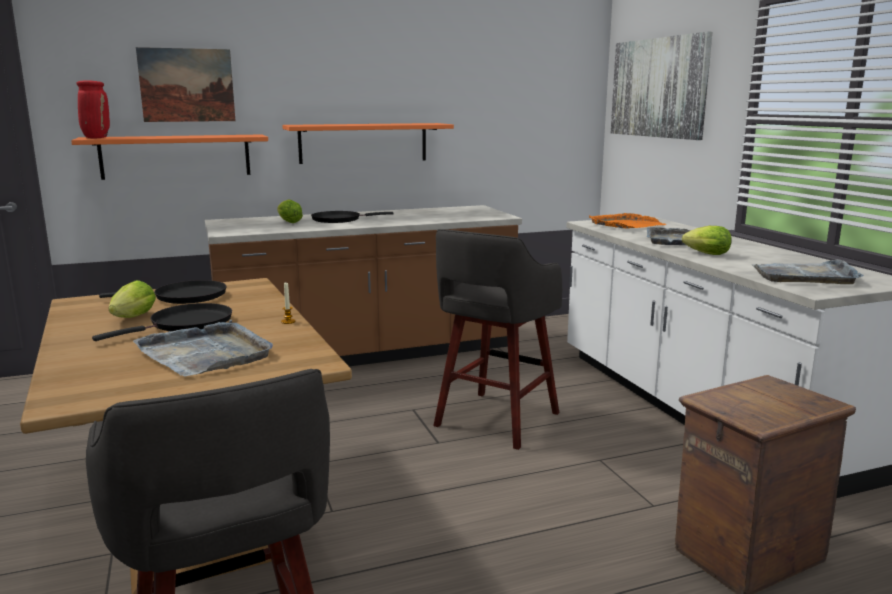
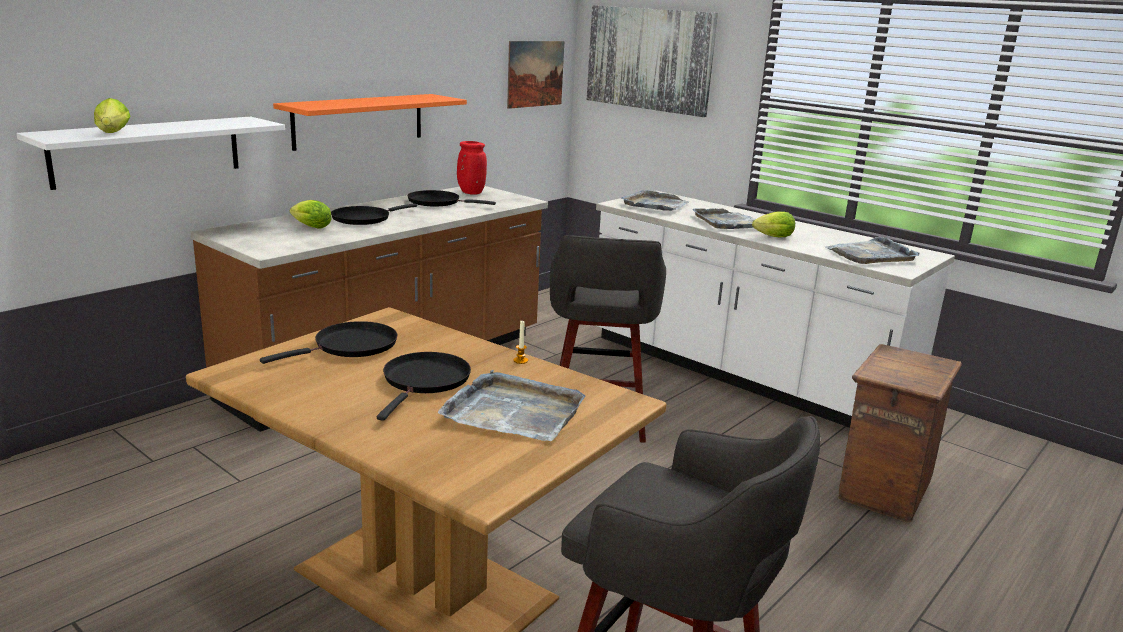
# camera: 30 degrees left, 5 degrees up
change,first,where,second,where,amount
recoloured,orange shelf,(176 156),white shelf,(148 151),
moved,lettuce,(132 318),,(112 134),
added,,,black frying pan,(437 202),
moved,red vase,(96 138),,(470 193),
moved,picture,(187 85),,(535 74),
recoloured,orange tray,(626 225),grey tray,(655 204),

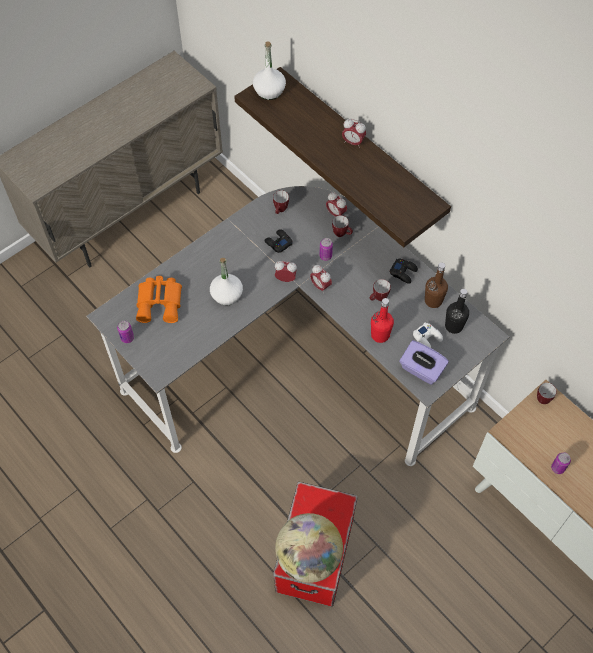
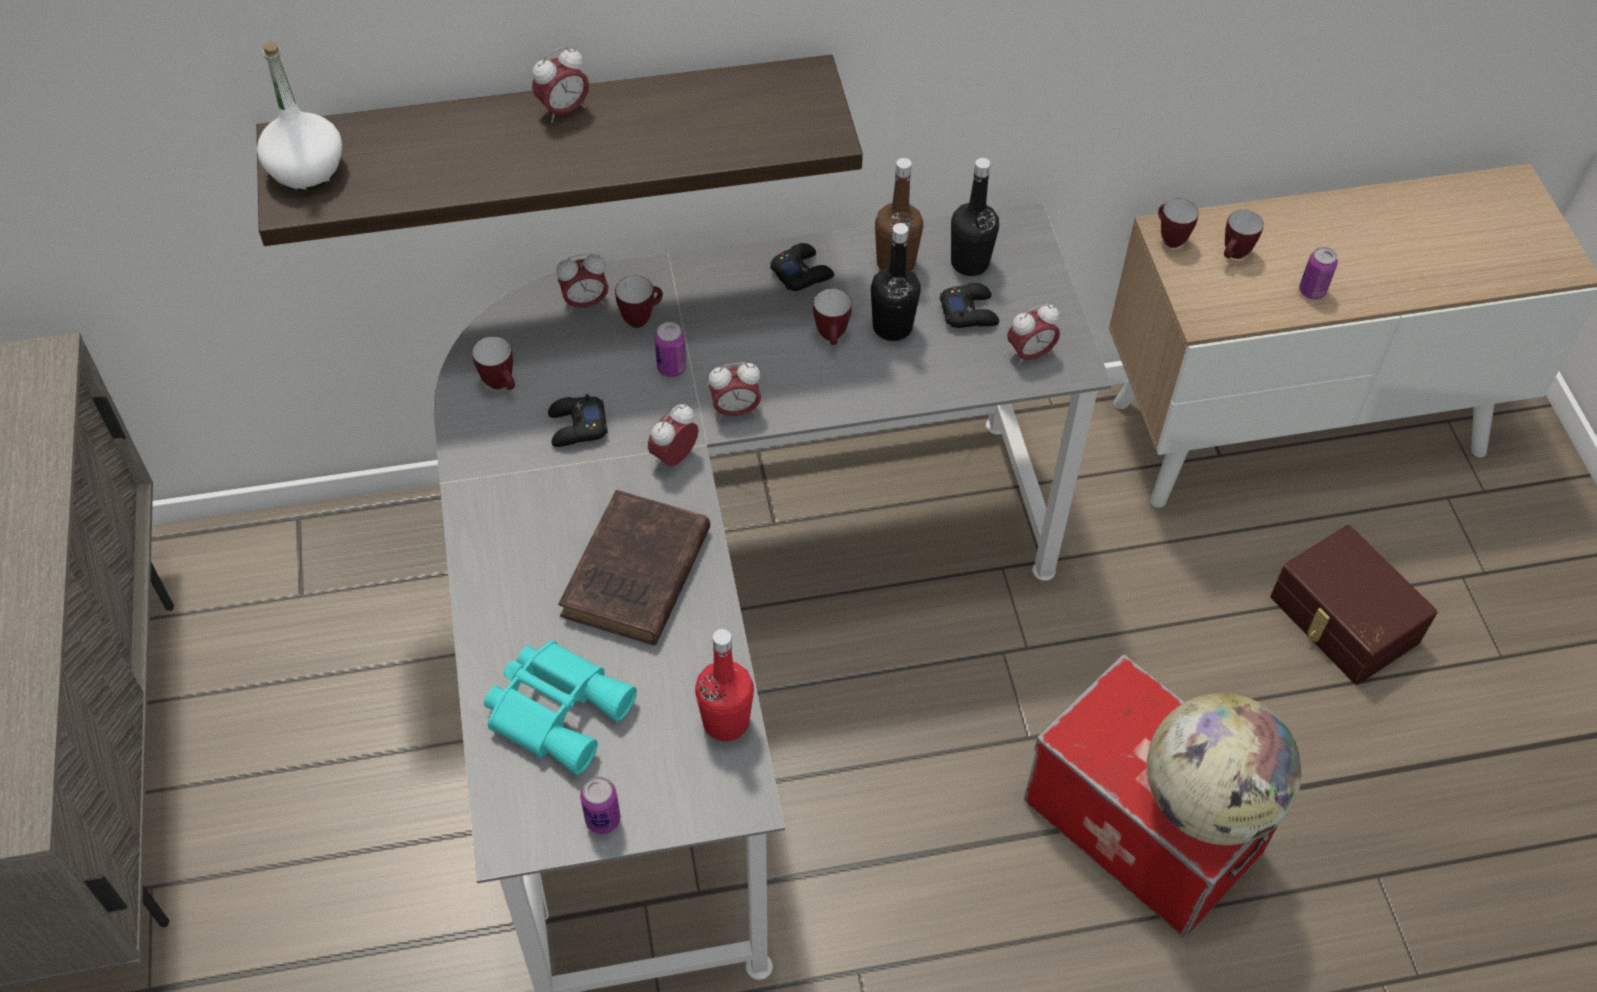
# camera: 60 degrees left, 5 degrees down
change,first,where,second,where,amount
recoloured,orange binoculars,(161 302),turquoise binoculars,(558 708),
replaced,white bottle,(226 295),brown book,(634 577),
moved,red bottle,(380 335),,(726 721),
added,,,black bottle,(892 327),
recoloured,white game controller,(427 338),black game controller,(969 312),
replaced,purple tissue box,(421 370),alarm clock,(1030 354),
added,,,mug,(1234 256),
added,,,brown storage box,(1342 621),

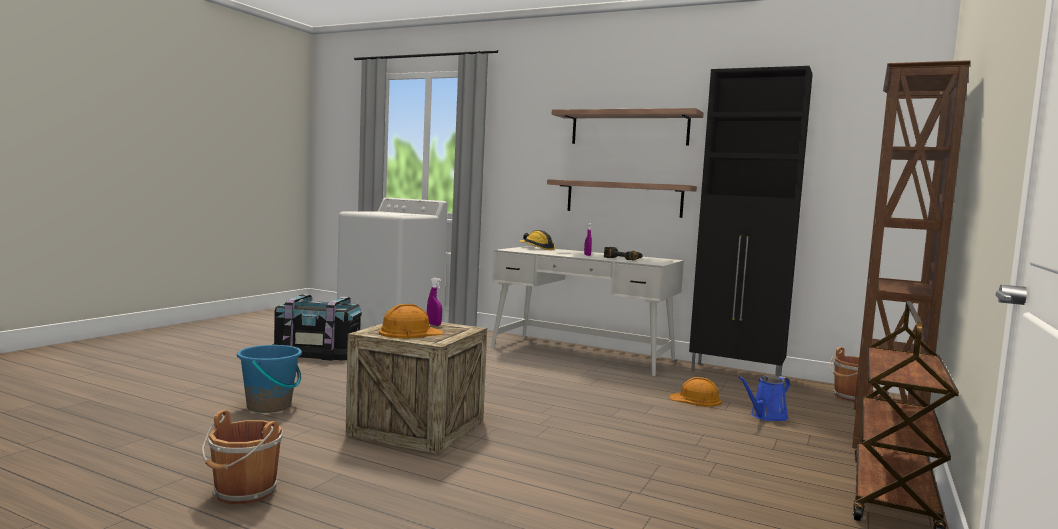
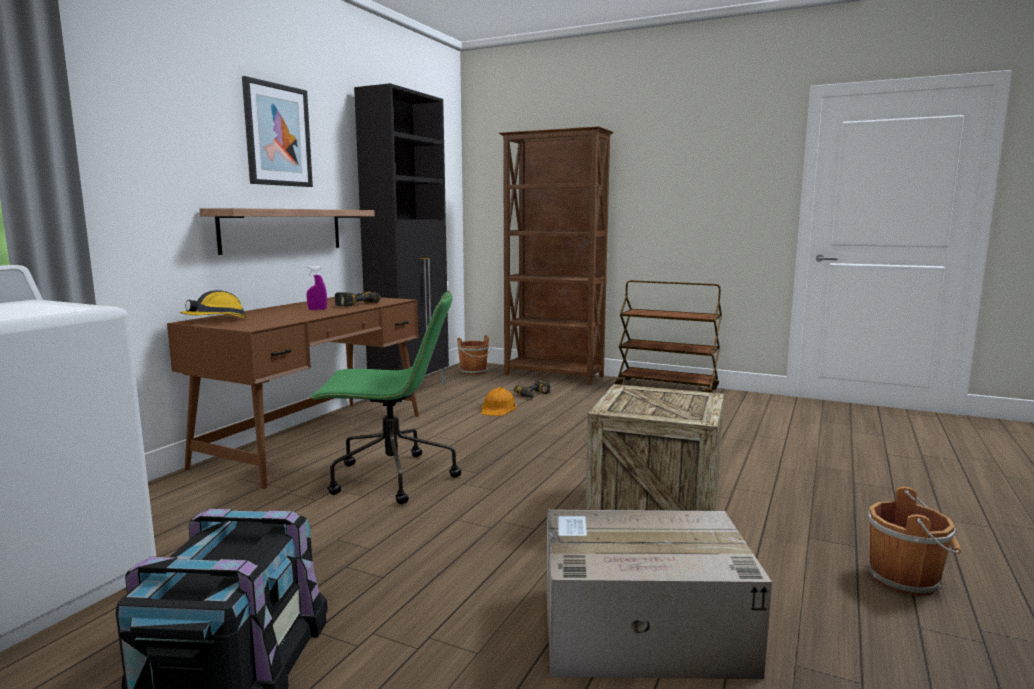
# camera: 90 degrees left, 5 degrees up
change,first,where,second,where,amount
recoloured,white desk,(582 354),brown desk,(316 439),
replaced,shelf,(629 128),picture,(277 135),
added,,,green office chair,(390 478),
replaced,blue watering can,(766 416),power drill,(535 395),
replaced,blue bucket,(269 406),cardboard box,(640 630),
removed,orange hard hat,(410 332),,,
removed,purple spray bottle,(434 324),,,

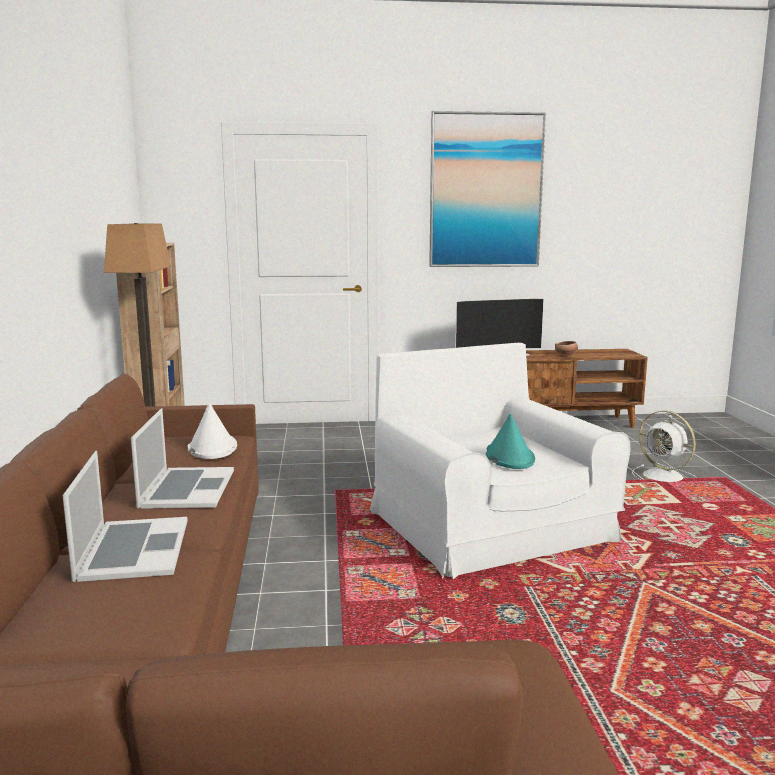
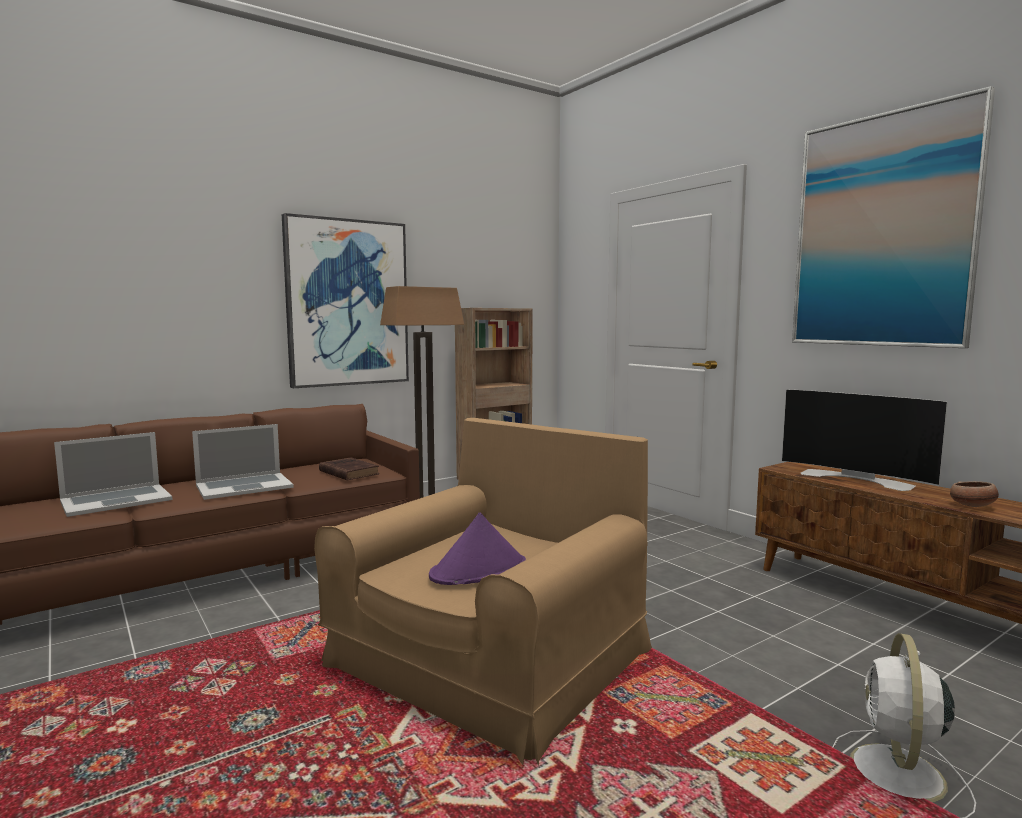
# camera: 60 degrees right, 5 degrees down
change,first,where,second,where,amount
added,,,picture,(347 303),
recoloured,white armchair,(489 526),brown armchair,(490 657),
replaced,white hat,(212 447),brown book,(348 472),
recoloured,turquoise hat,(509 457),purple hat,(479 570),

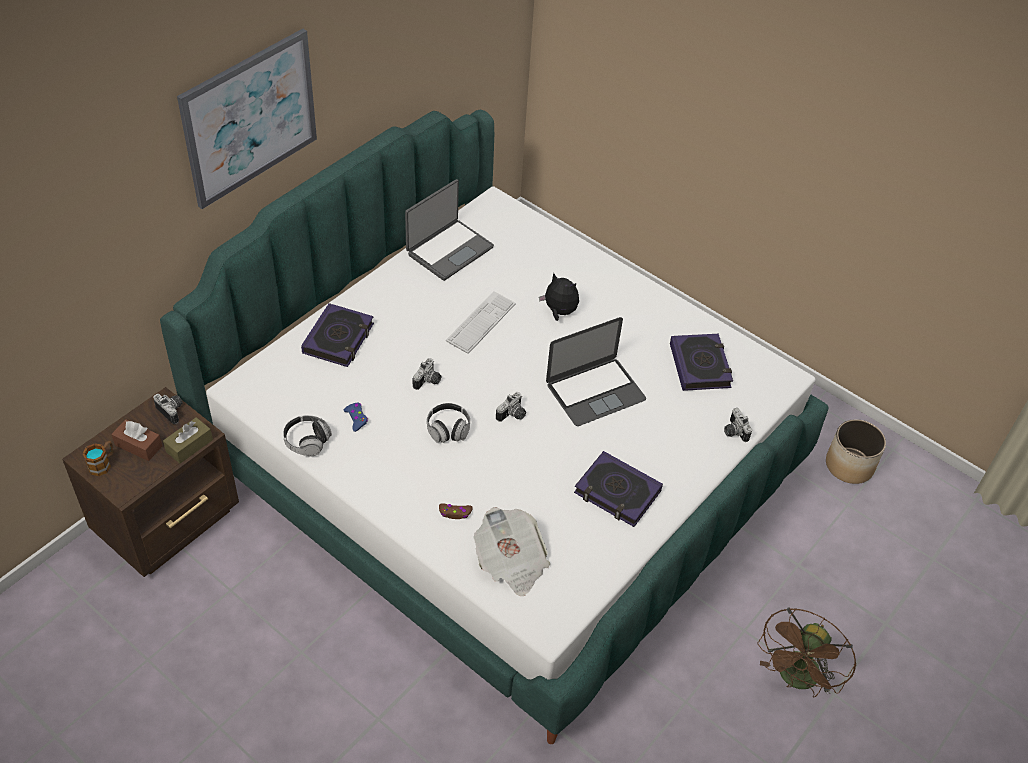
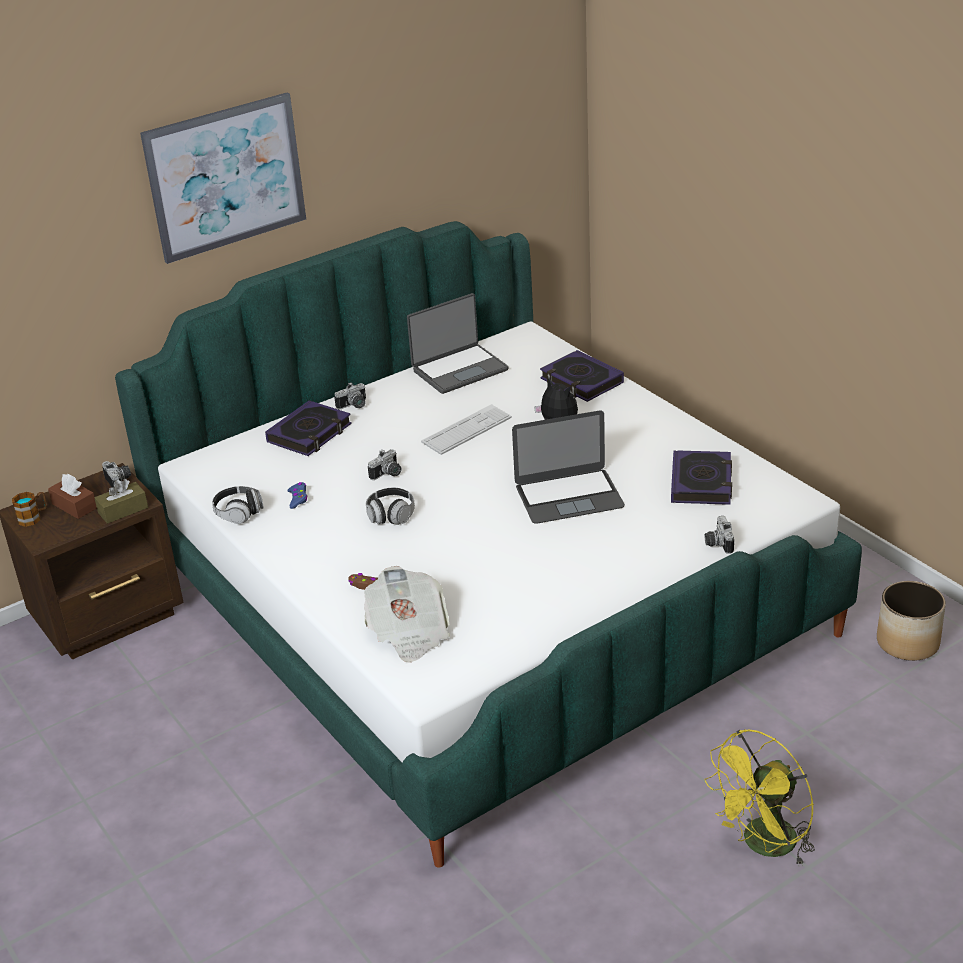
# camera: 20 degrees right, 15 degrees down
change,first,where,second,where,amount
moved,photo camera,(513 415),,(354 406),
moved,book,(617 493),,(581 381),
recoloured,brown fan,(796 679),yellow fan,(763 846),

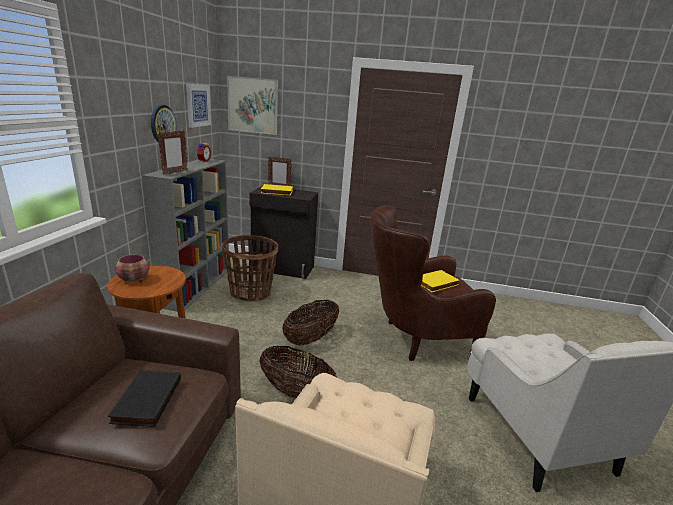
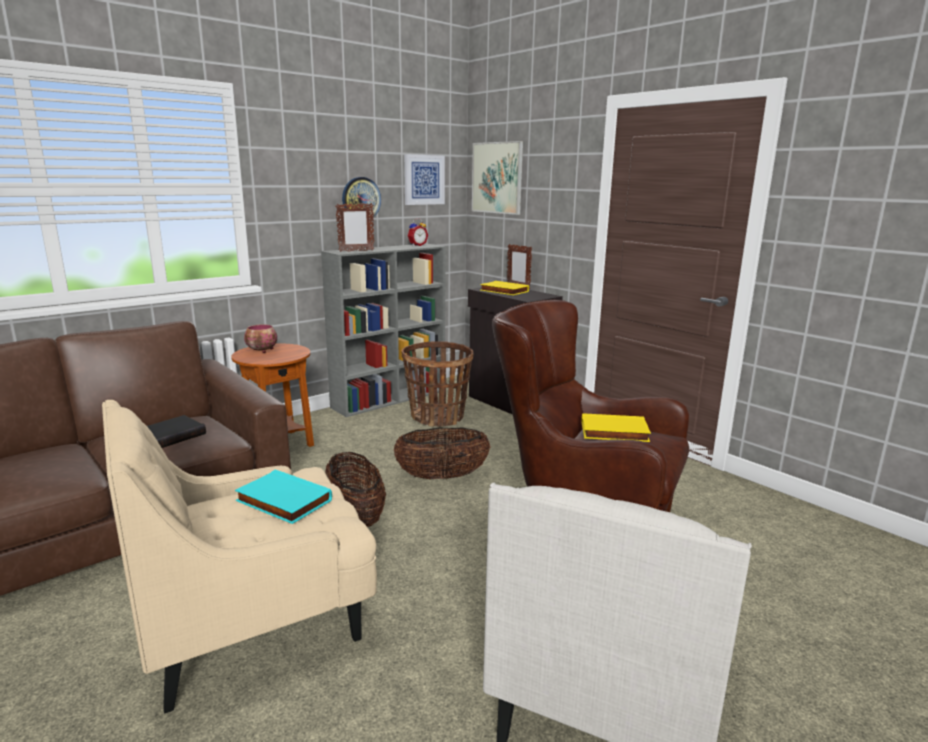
# camera: 40 degrees right, 5 degrees down
change,first,where,second,where,amount
added,,,turquoise book,(282 501),

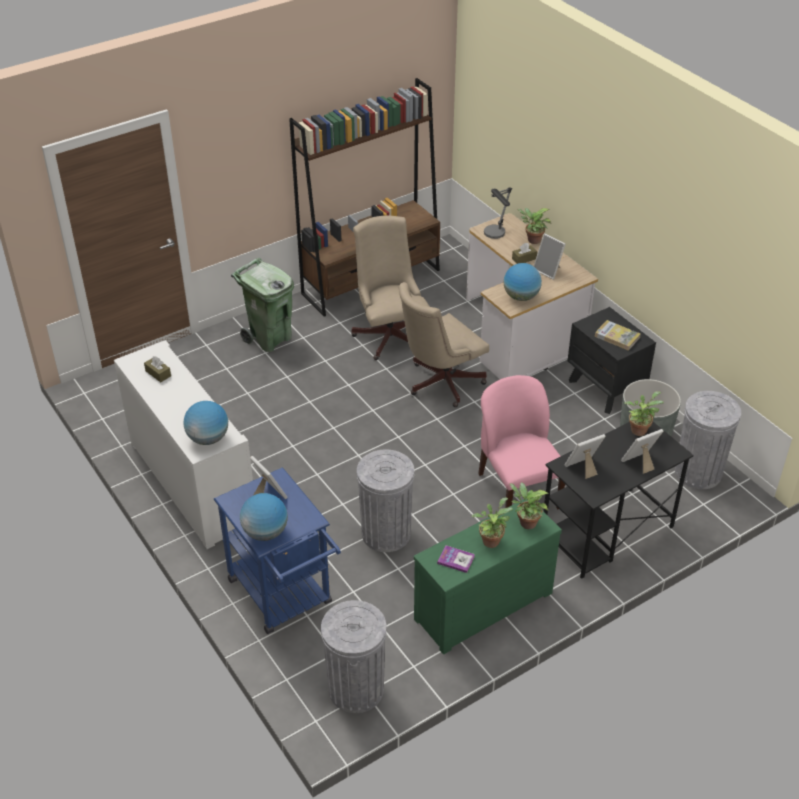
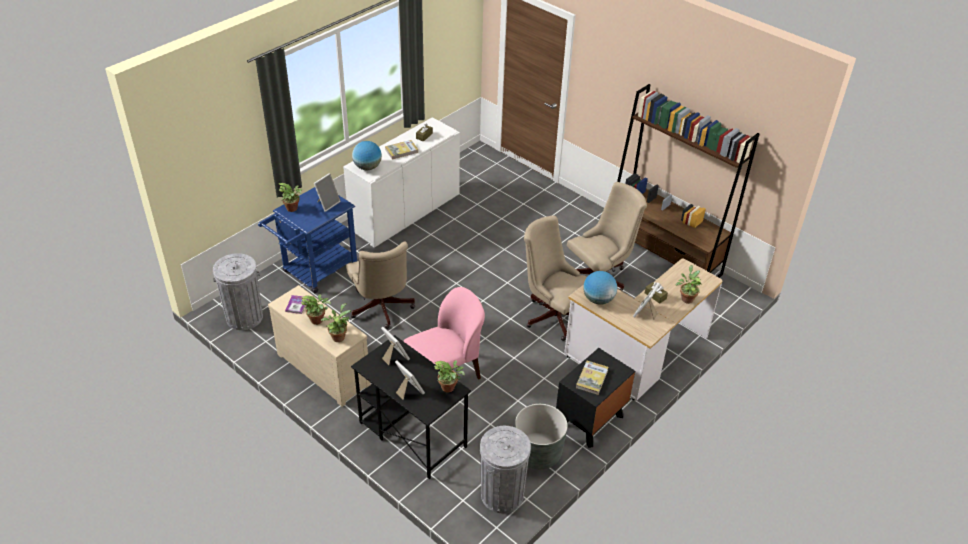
# camera: 75 degrees right, 0 degrees up
change,first,where,second,where,amount
recoloured,green dresser,(481 603),beige dresser,(325 368),
replaced,globe,(265 532),potted plant,(293 208),
replaced,grey trash can,(386 533),beige office chair,(381 309),
added,,,book,(401 151),
removed,green trash can,(270 338),,,
removed,table lamp,(496 236),,,

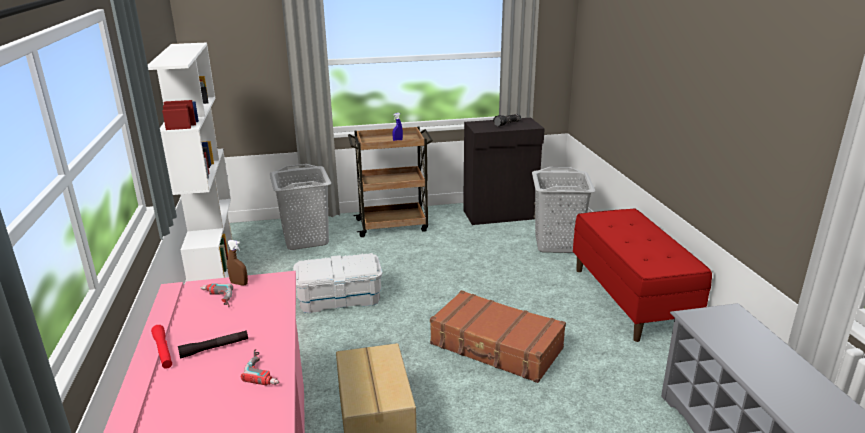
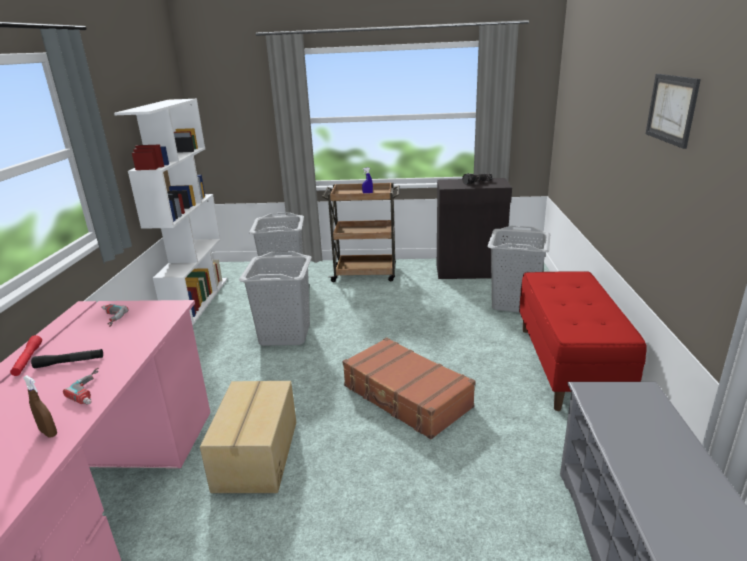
# camera: 15 degrees right, 0 degrees up
change,first,where,second,where,amount
moved,brown spray bottle,(239 283),,(48 432),
replaced,white storage box,(340 298),grey laundry basket,(285 334),
added,,,picture,(672 109),

